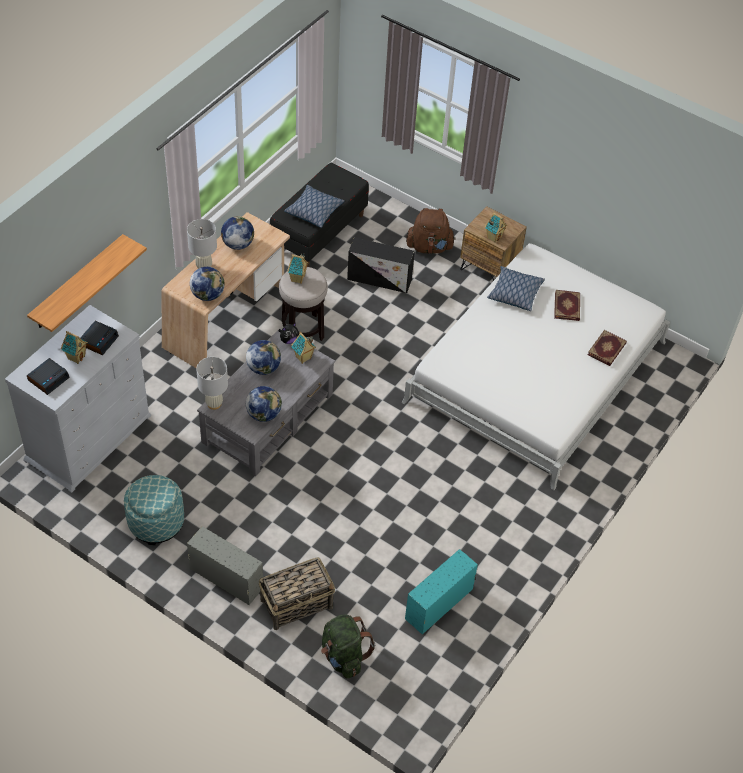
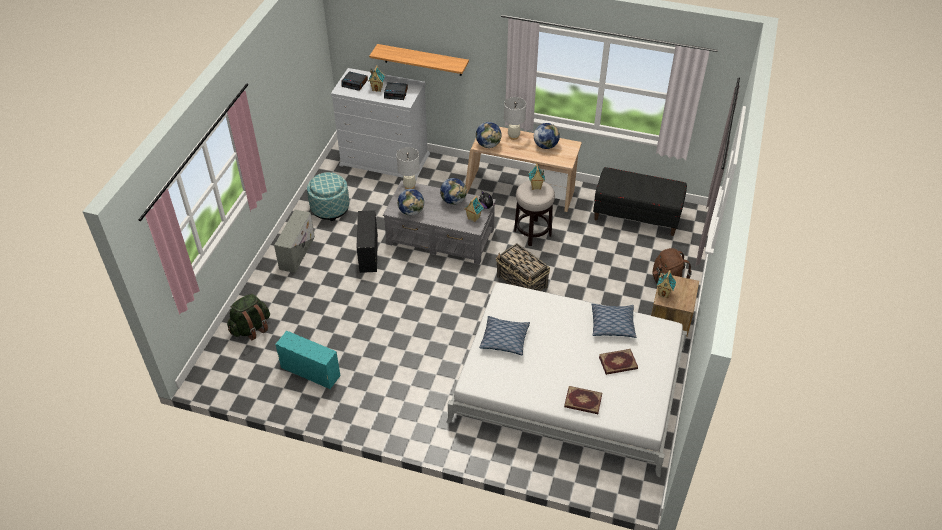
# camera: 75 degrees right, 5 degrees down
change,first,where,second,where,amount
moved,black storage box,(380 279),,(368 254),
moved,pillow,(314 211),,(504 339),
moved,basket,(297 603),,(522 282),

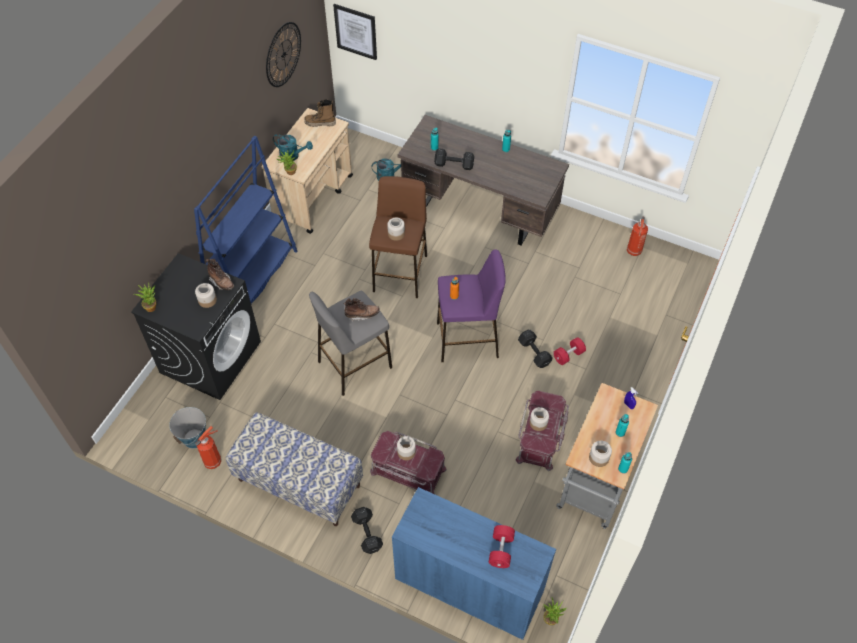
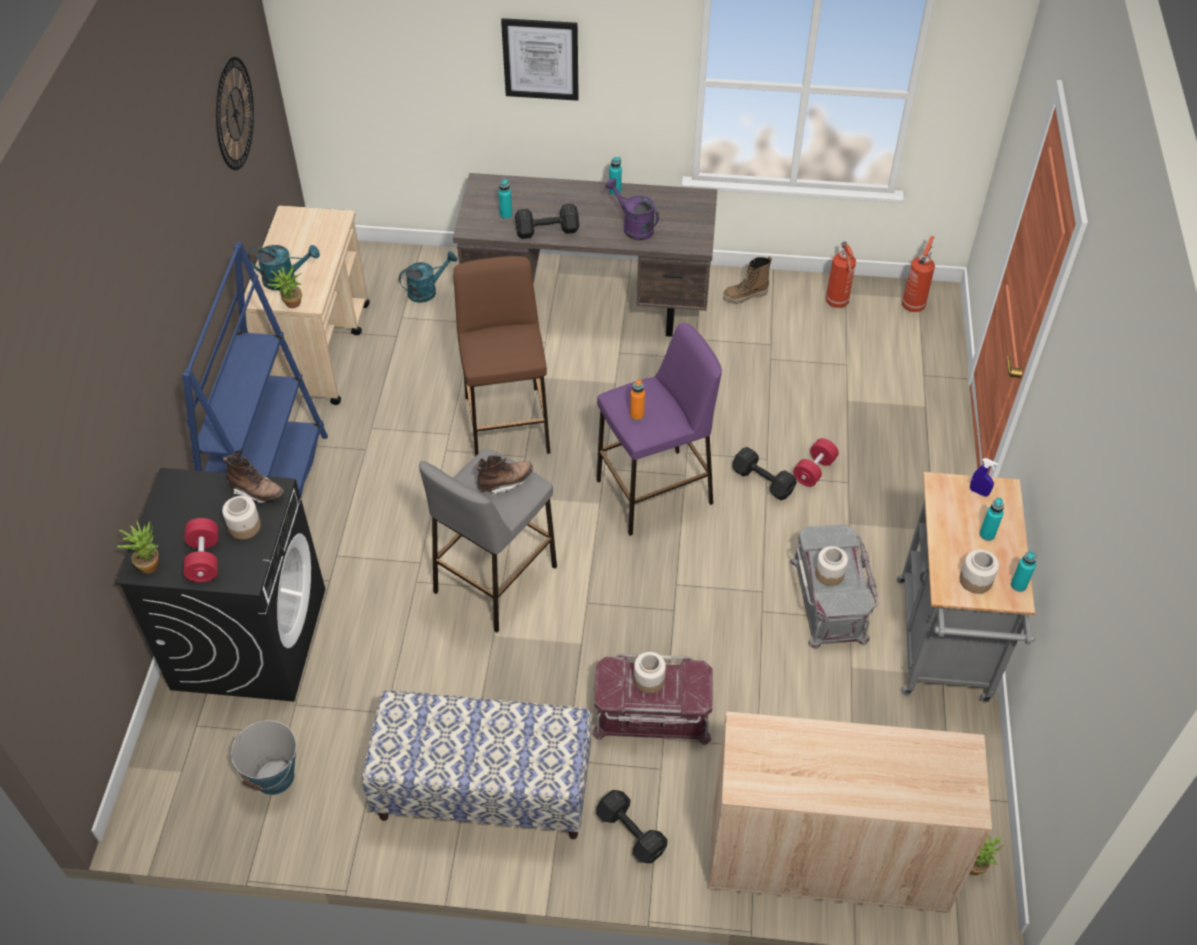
# camera: 20 degrees left, 5 degrees down
change,first,where,second,where,amount
moved,red dumbbell,(501 550),,(204 559),
moved,picture,(356 31),,(540 59),
added,,,purple watering can,(633 227),
recoloured,blue cabinet,(469 584),beige cabinet,(827 857),
moved,boot,(320 123),,(745 296),
recoloured,red storage box,(541 437),grey storage box,(830 599),
moved,fire extinguisher,(213 461),,(913 304),
removed,jar,(396 234),,,

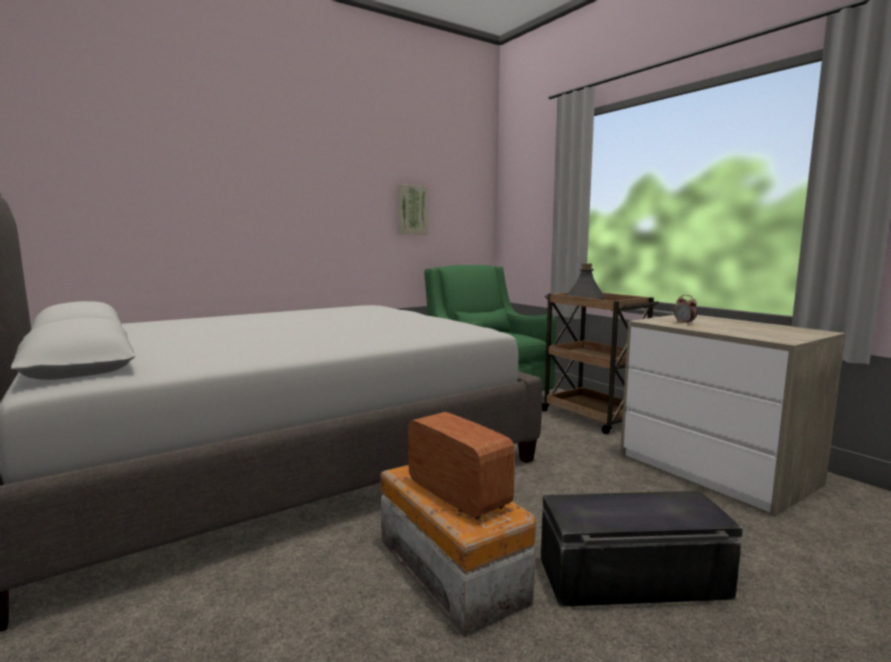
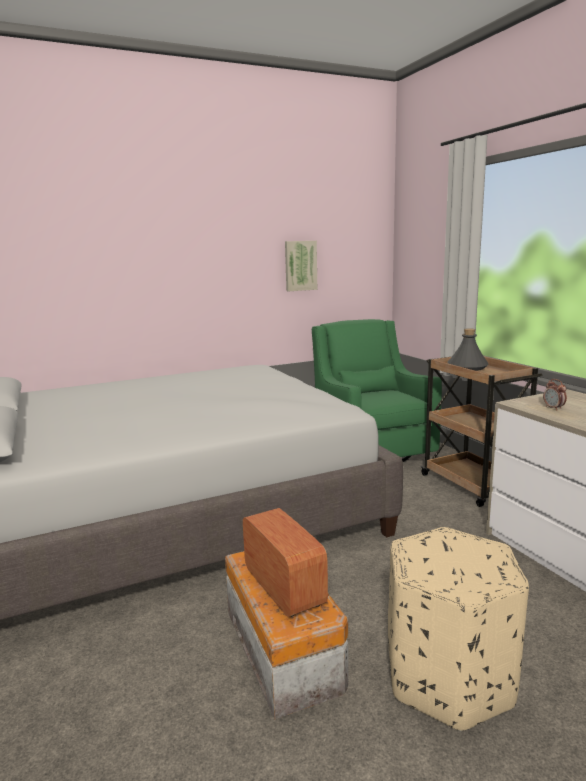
# camera: 10 degrees right, 5 degrees up
change,first,where,second,where,amount
replaced,black storage box,(633 579),beige ottoman,(449 677),

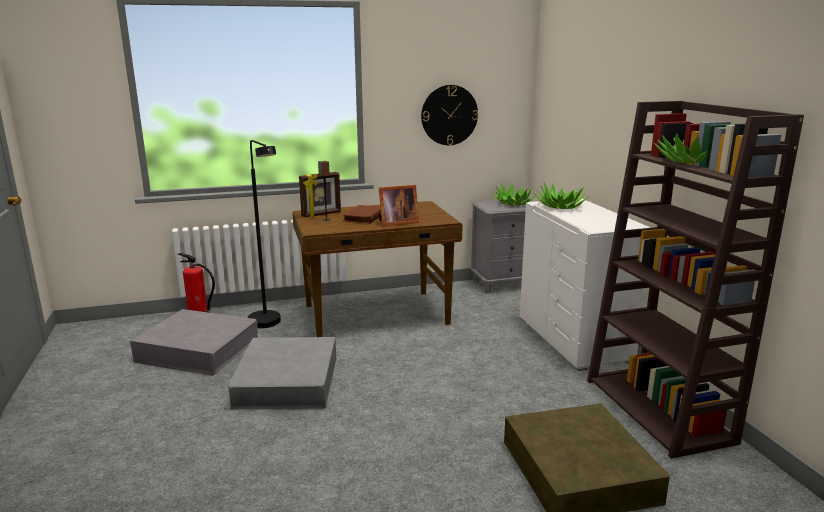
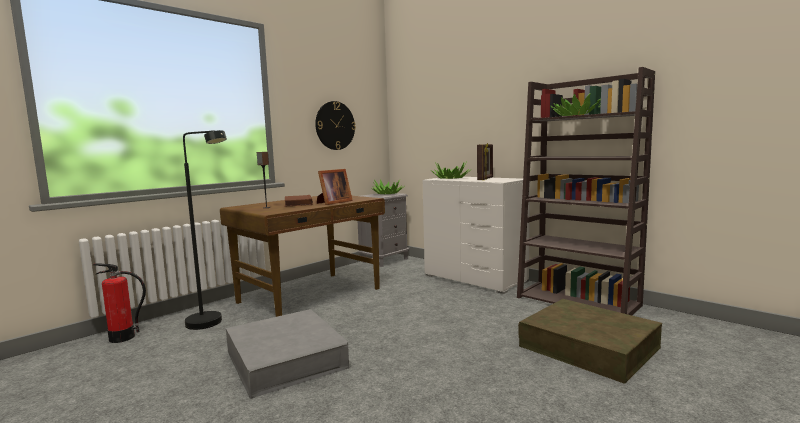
# camera: 30 degrees left, 10 degrees down
change,first,where,second,where,amount
moved,picture frame,(321 214),,(485 179),
removed,grey storage box,(198 350),,,

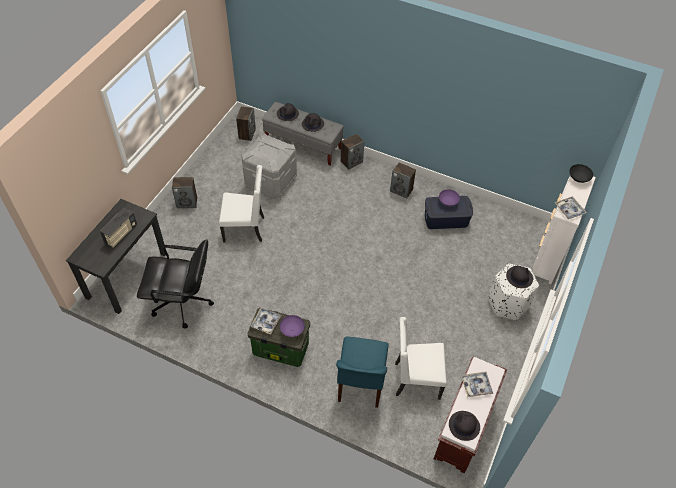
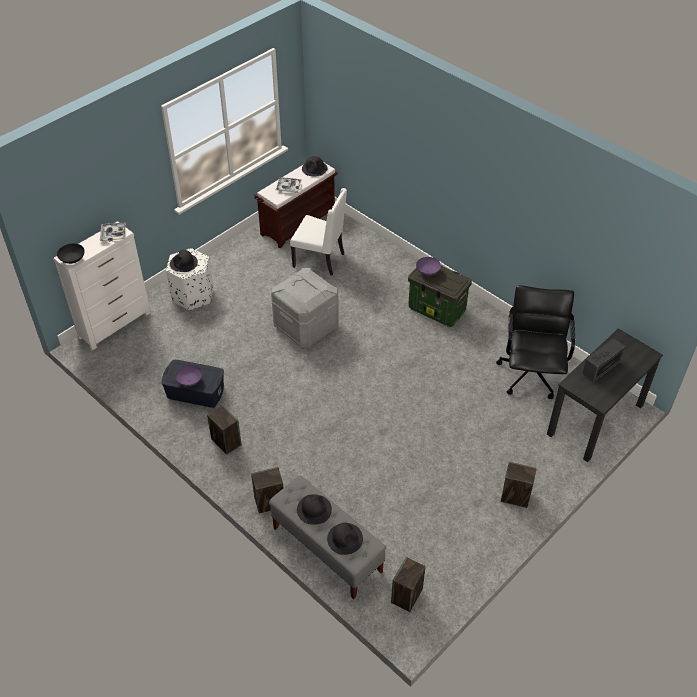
# camera: 160 degrees left, 5 degrees down
change,first,where,second,where,amount
moved,grey storage box,(270 181),,(306 326),
turned,black office chair,(183 303),,(531 374),75 degrees clockwise
removed,white chair,(245 229),,,
removed,tray,(266 322),,,
removed,blue chair,(360 383),,,

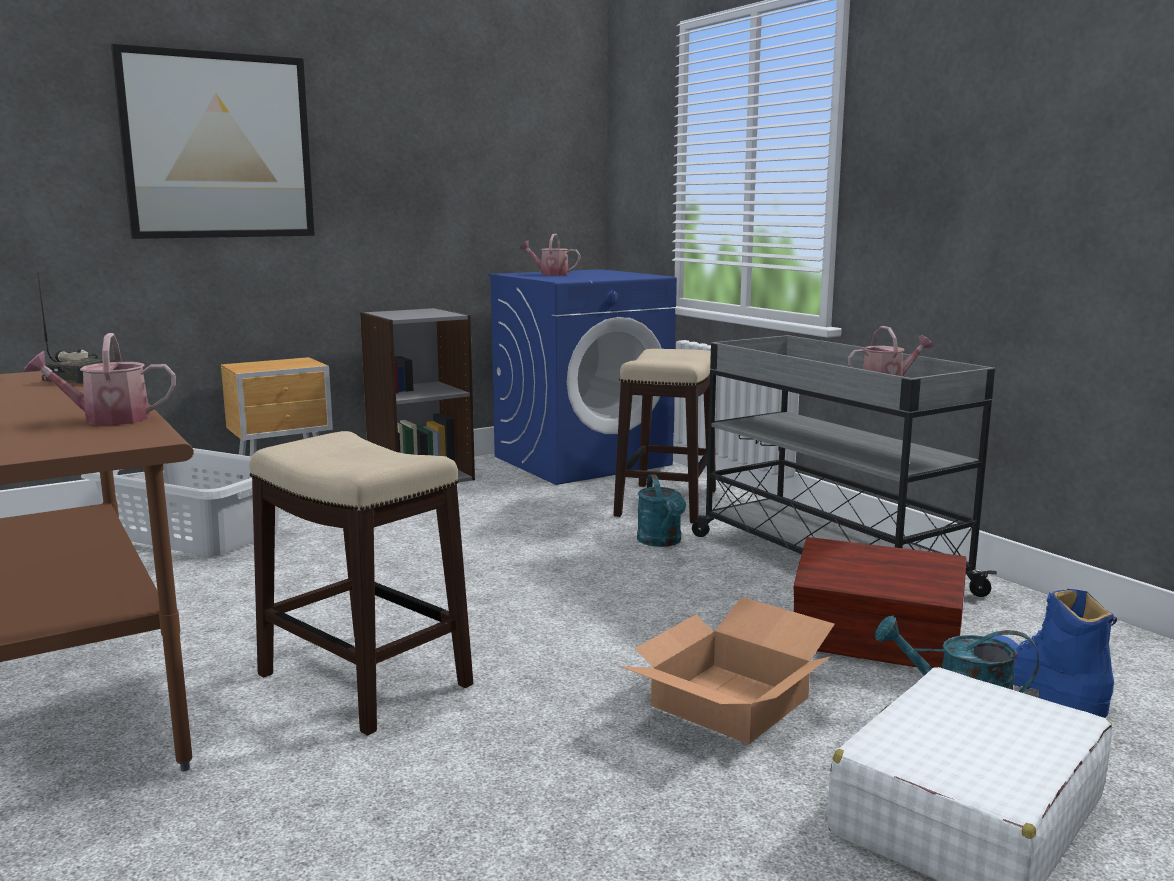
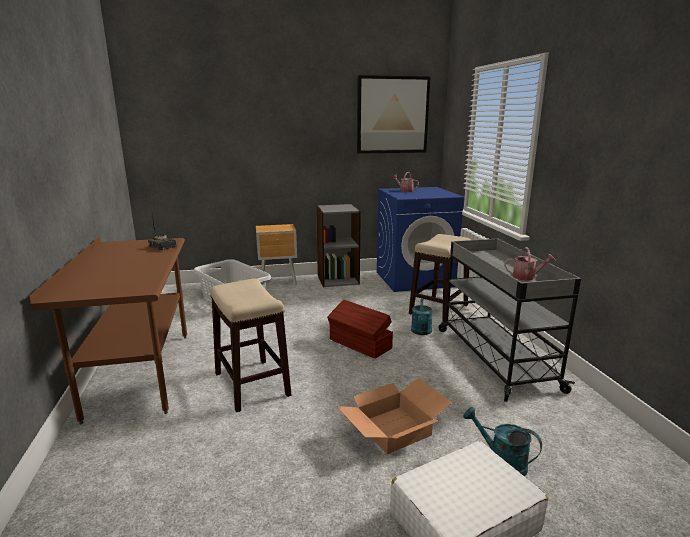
# camera: 20 degrees right, 5 degrees up
change,first,where,second,where,amount
moved,brown storage box,(876 647),,(360 344),
moved,picture,(218 146),,(392 115),
removed,watering can,(107 419),,,
removed,blue boot,(1039 688),,,

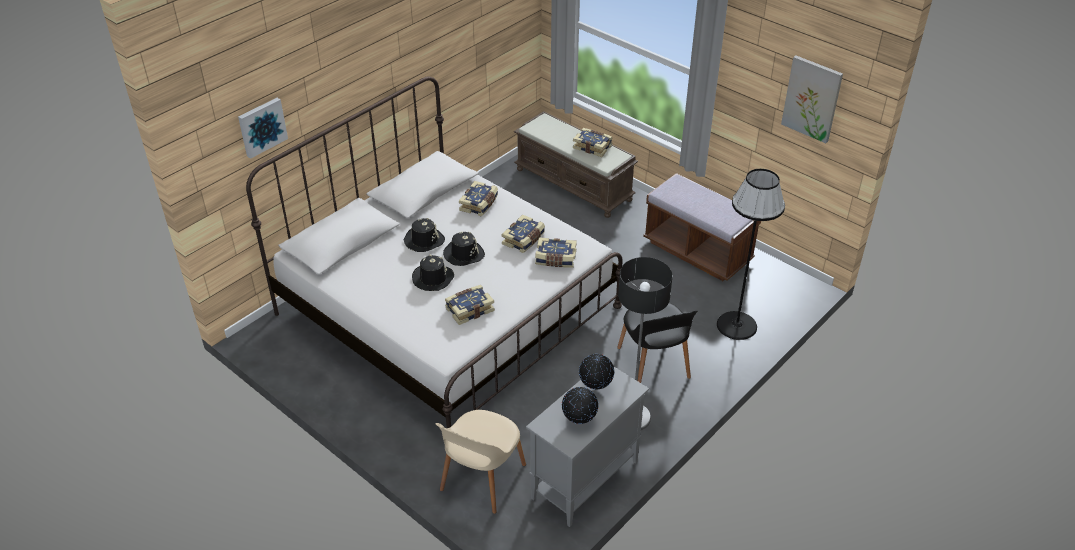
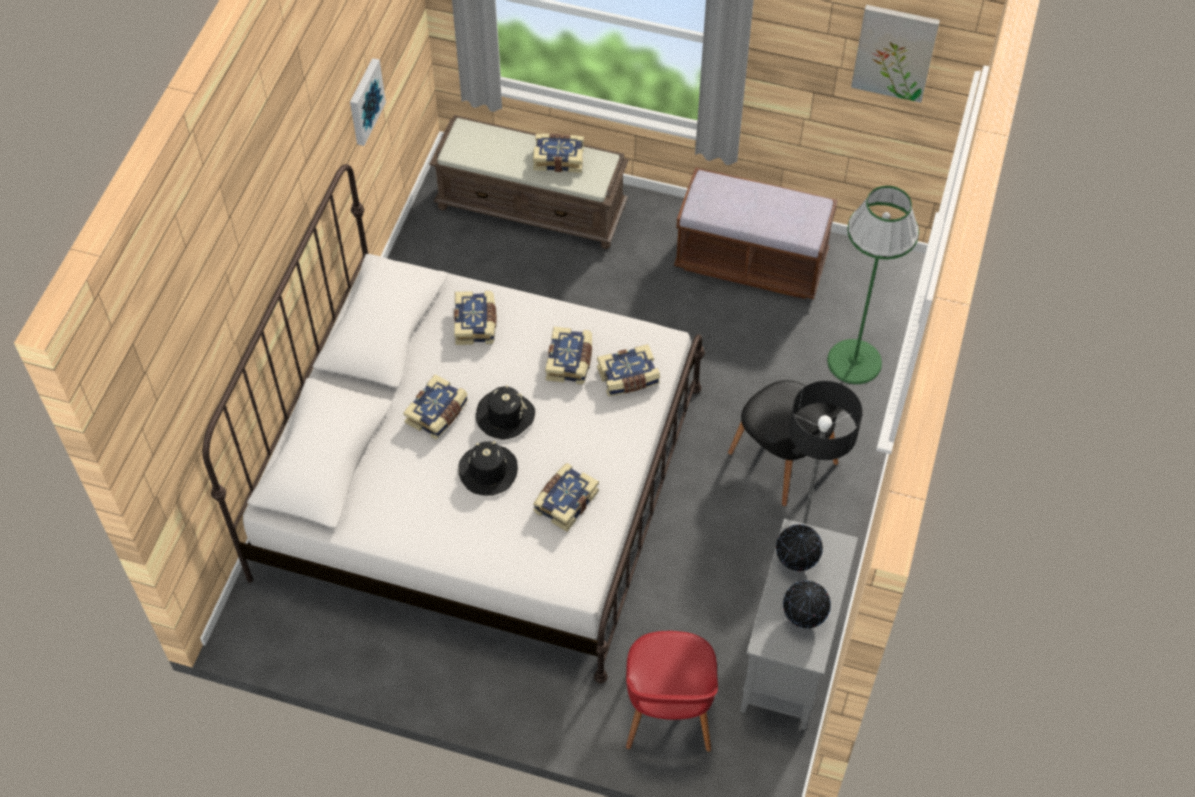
# camera: 25 degrees left, 15 degrees up
change,first,where,second,where,amount
moved,picture,(261 126),,(364 101),
replaced,black hat,(424 240),book,(438 413),
recoloured,beige chair,(482 479),red chair,(668 711),
recoloured,black floor lamp,(737 325),green floor lamp,(854 361),

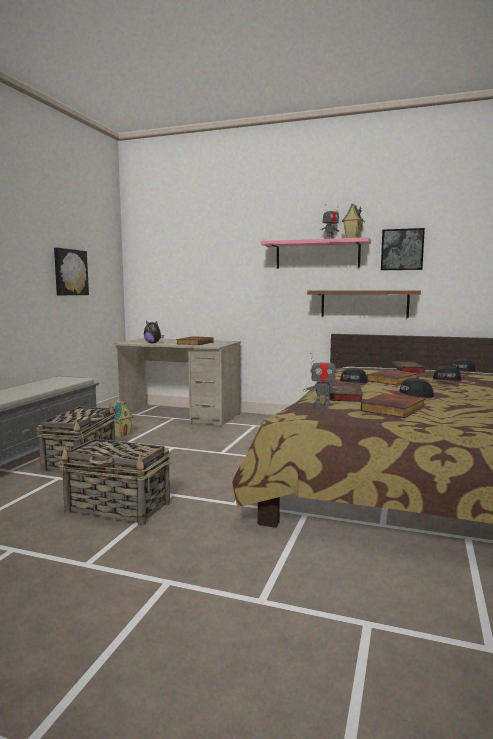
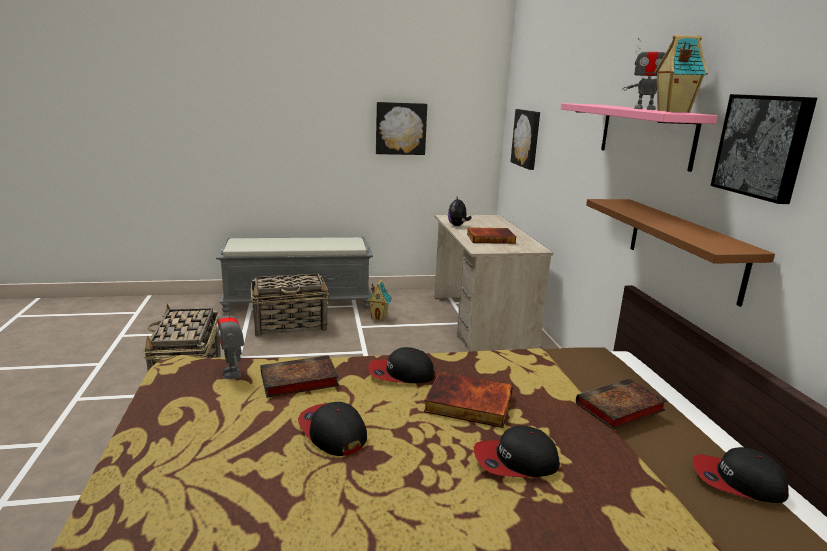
# camera: 60 degrees right, 10 degrees up
change,first,where,second,where,amount
added,,,picture,(527 138),
removed,book,(394 409),,,

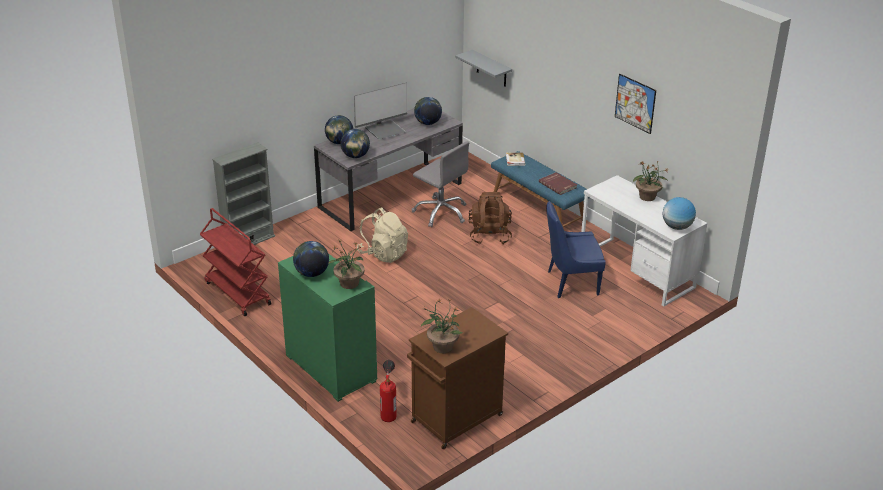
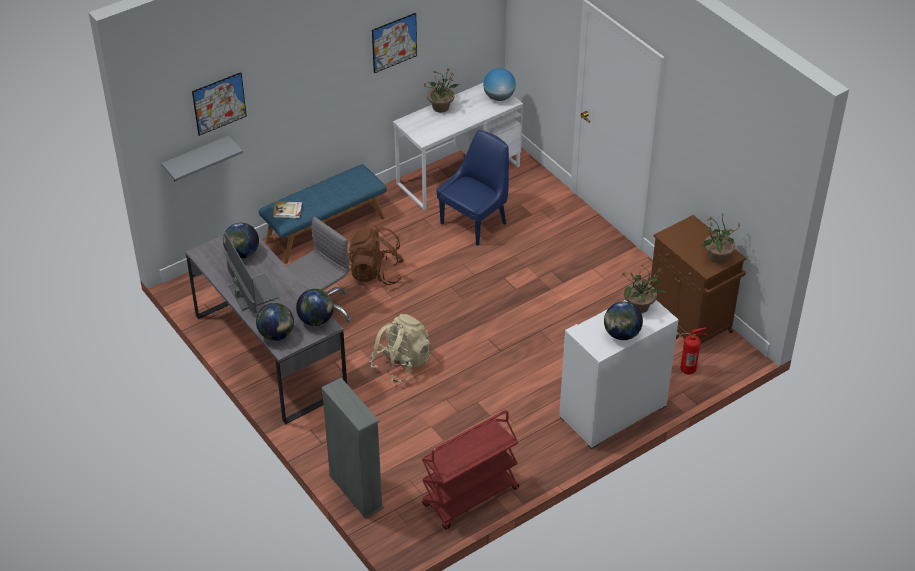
# camera: 85 degrees left, 10 degrees up
change,first,where,second,where,amount
added,,,picture,(219 103),
turned,blue chair,(570 283),,(475 222),135 degrees counterclockwise
recoloured,green cabinet,(329 368),white cabinet,(613 412),
removed,red book,(558 184),,,

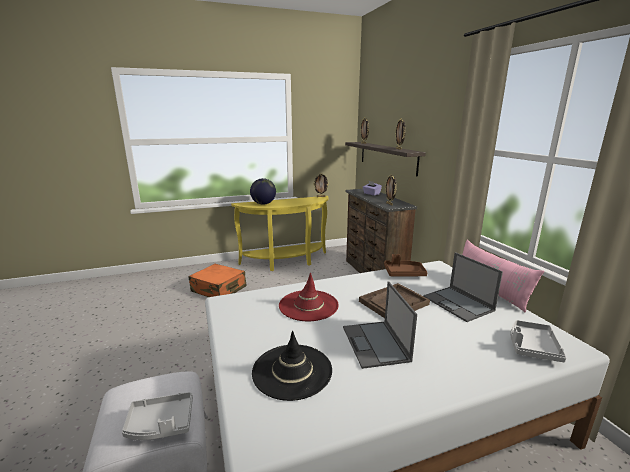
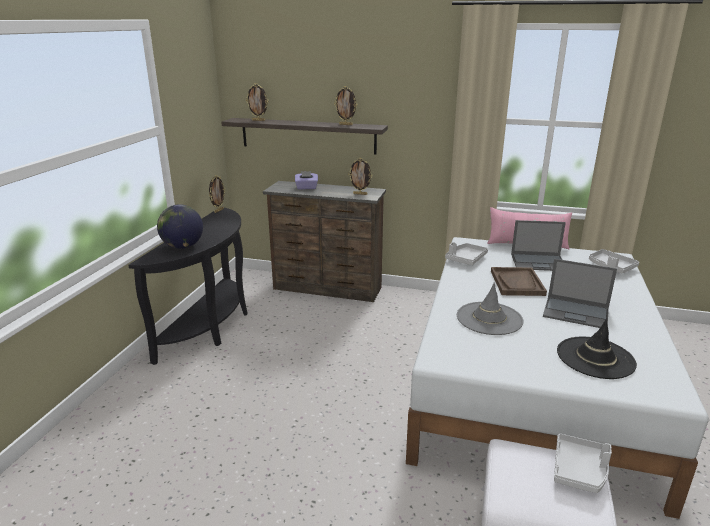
# camera: 55 degrees left, 5 degrees up
change,first,where,second,where,amount
recoloured,yellow console table,(286 262),black console table,(212 326),
recoloured,brown tray,(404 273),grey tray,(466 259),
recoloured,red hat,(308 305),grey hat,(489 318),
removed,orange suitcase,(218 289),,,

